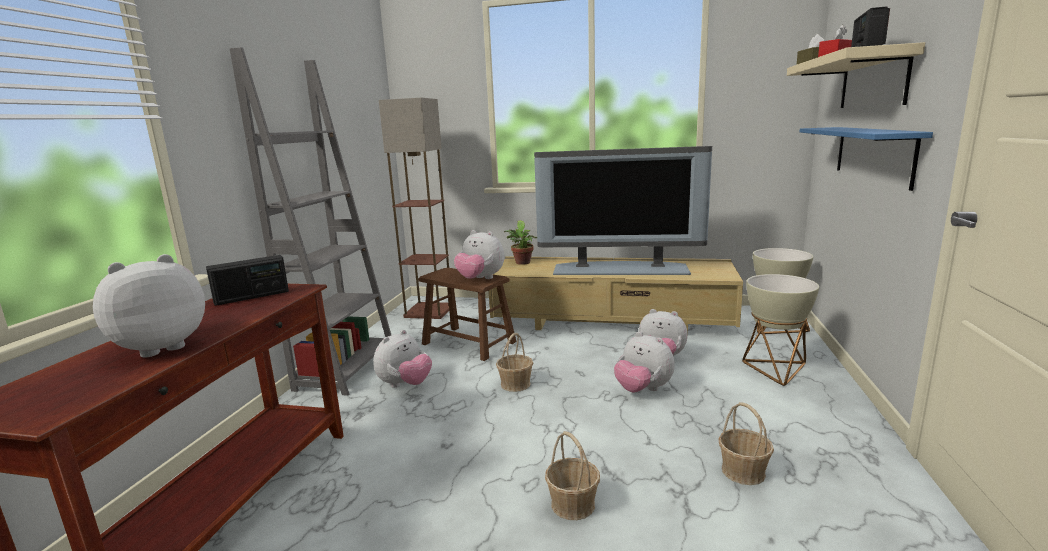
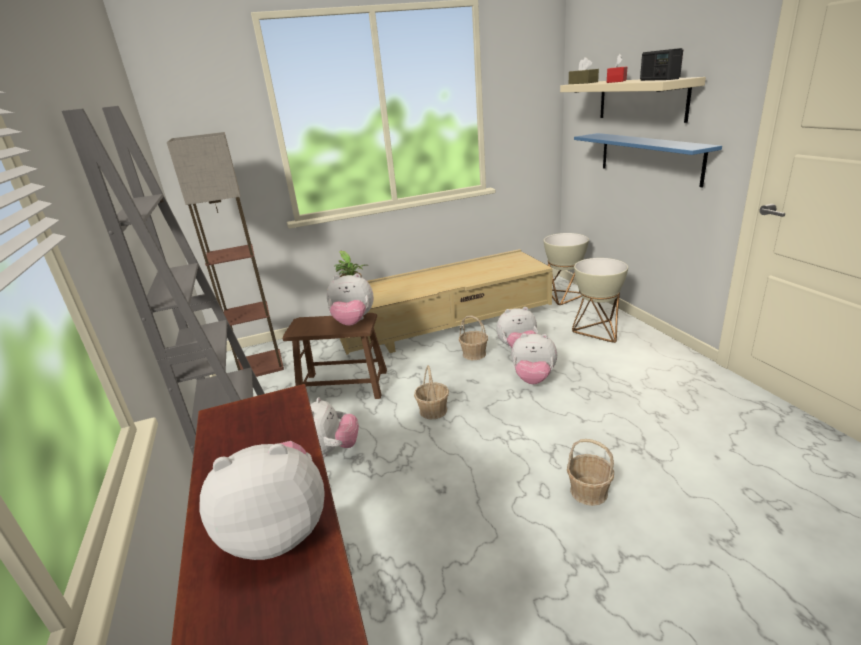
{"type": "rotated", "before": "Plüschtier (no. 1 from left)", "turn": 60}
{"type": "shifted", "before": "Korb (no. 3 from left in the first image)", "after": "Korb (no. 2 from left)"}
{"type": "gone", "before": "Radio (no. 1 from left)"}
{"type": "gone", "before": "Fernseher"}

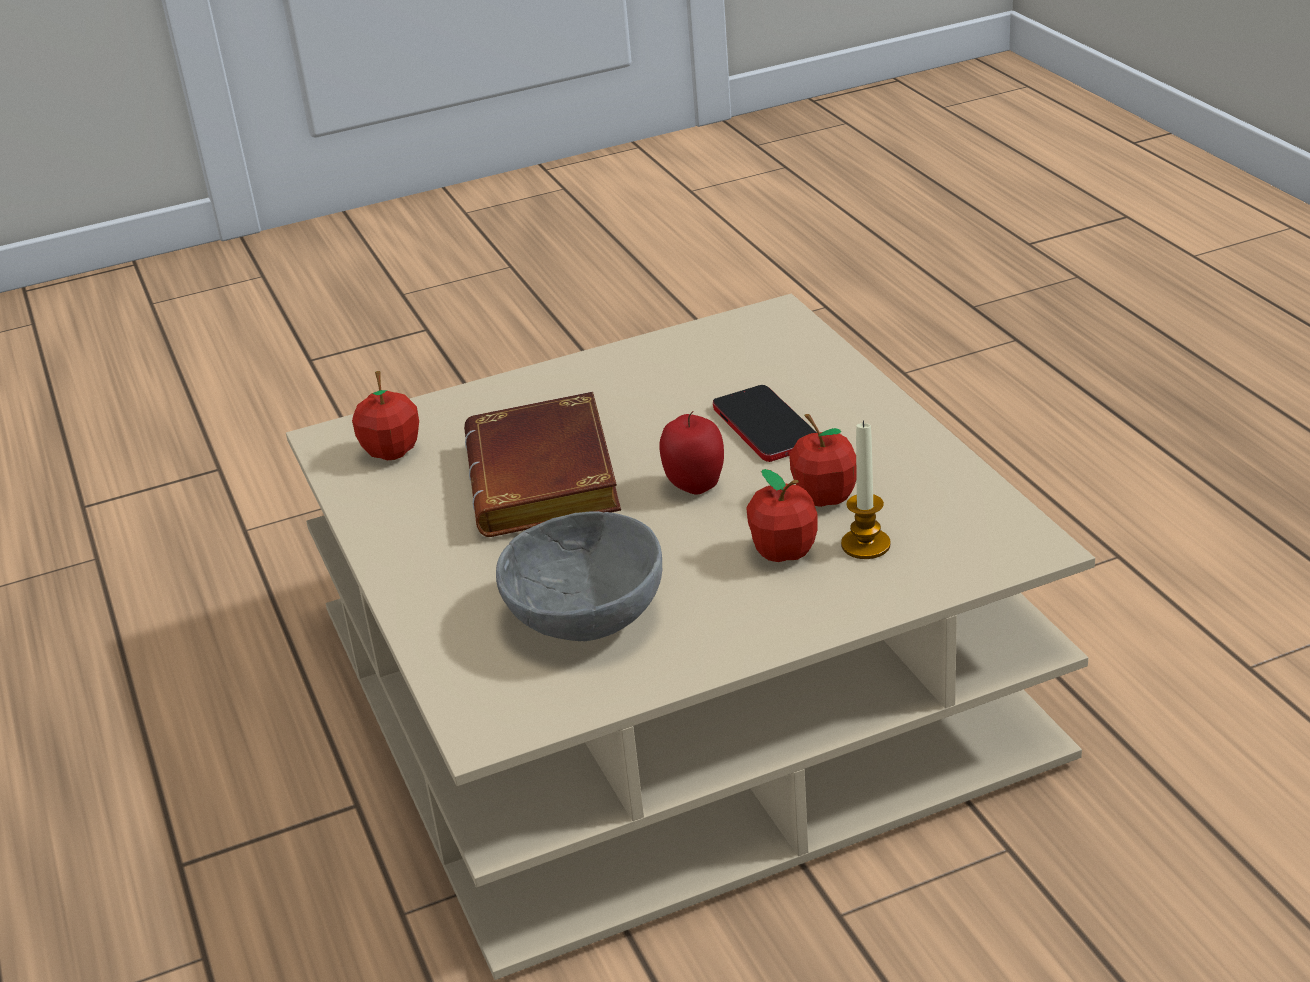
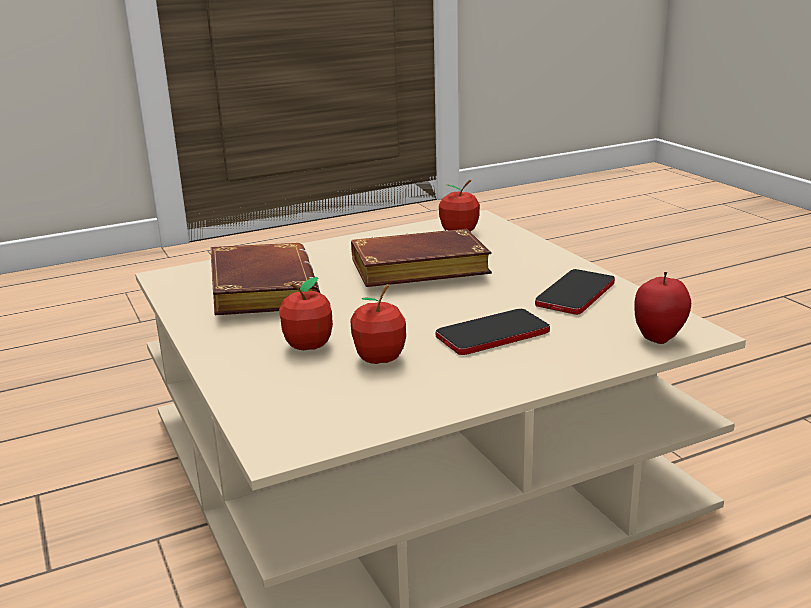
{"type": "swapped", "before": "Schüssel (grau)", "after": "Buch (braun) (no. 1 from left)"}
{"type": "new", "after": "Handy (no. 2 from left)"}
{"type": "shifted", "before": "Apfel (no. 2 from left in the first image)", "after": "Apfel (no. 4 from left)"}
{"type": "gone", "before": "Kerze"}

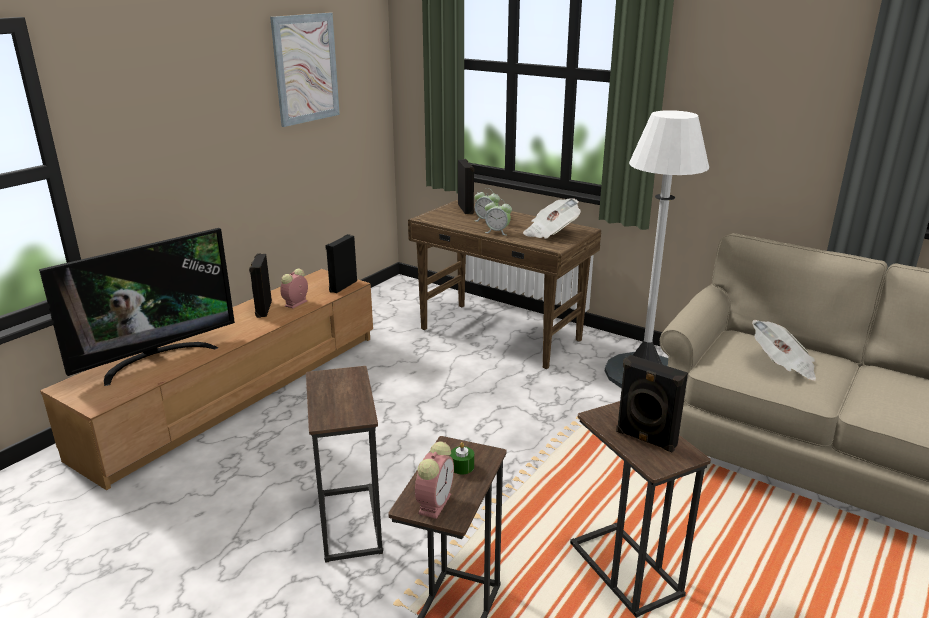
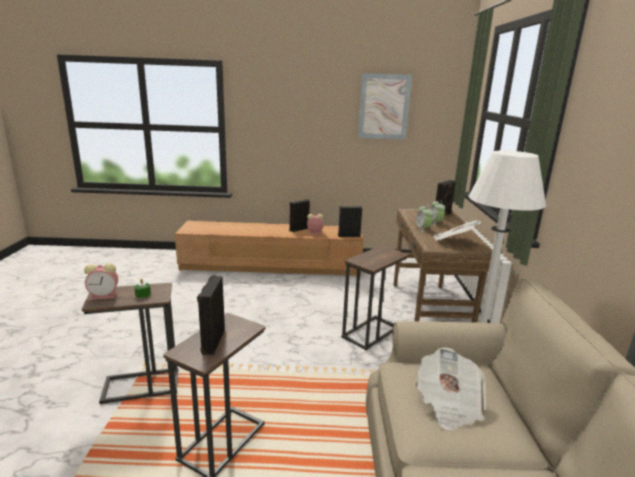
{"type": "shifted", "before": "Beistelltisch (braun) (no. 1 from left in the first image)", "after": "Beistelltisch (braun) (no. 3 from left)"}
{"type": "gone", "before": "Fernseher"}

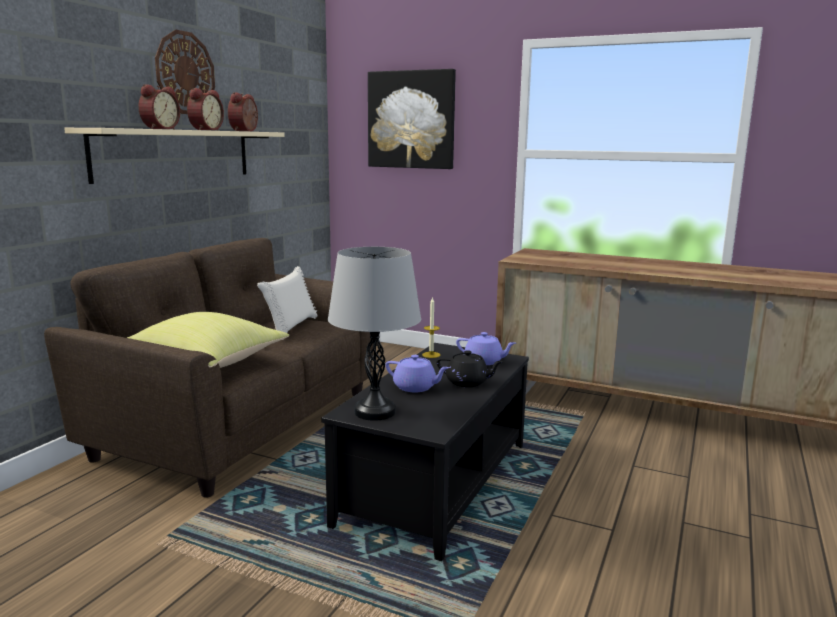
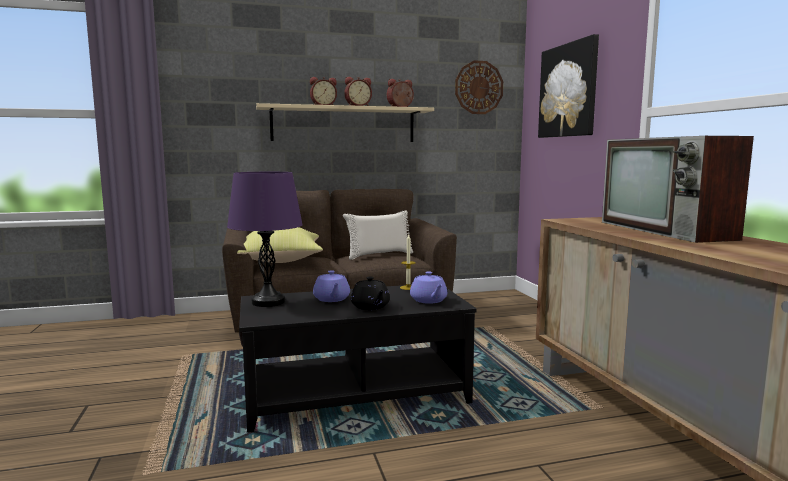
{"type": "repainted", "before": "Tischlampe (grau)", "after": "Tischlampe (lila)"}
{"type": "shifted", "before": "Wanduhr"}
{"type": "new", "after": "Fernseher"}

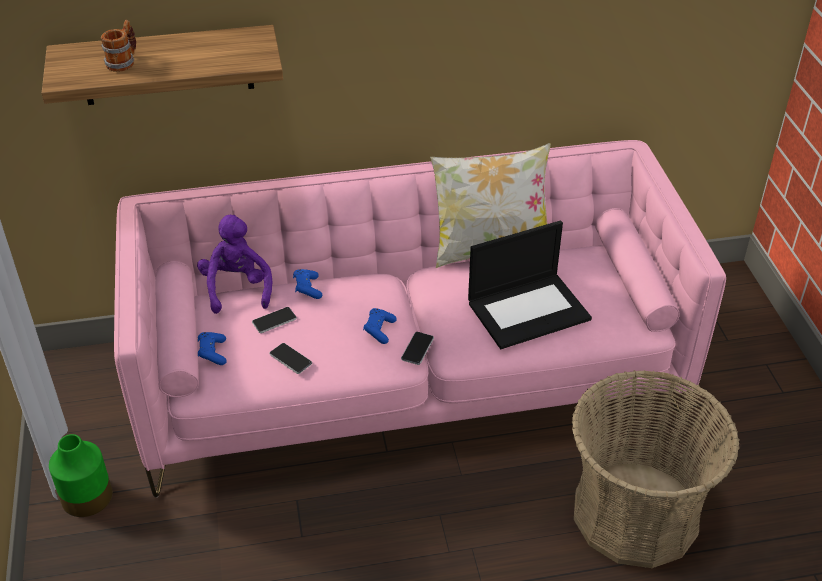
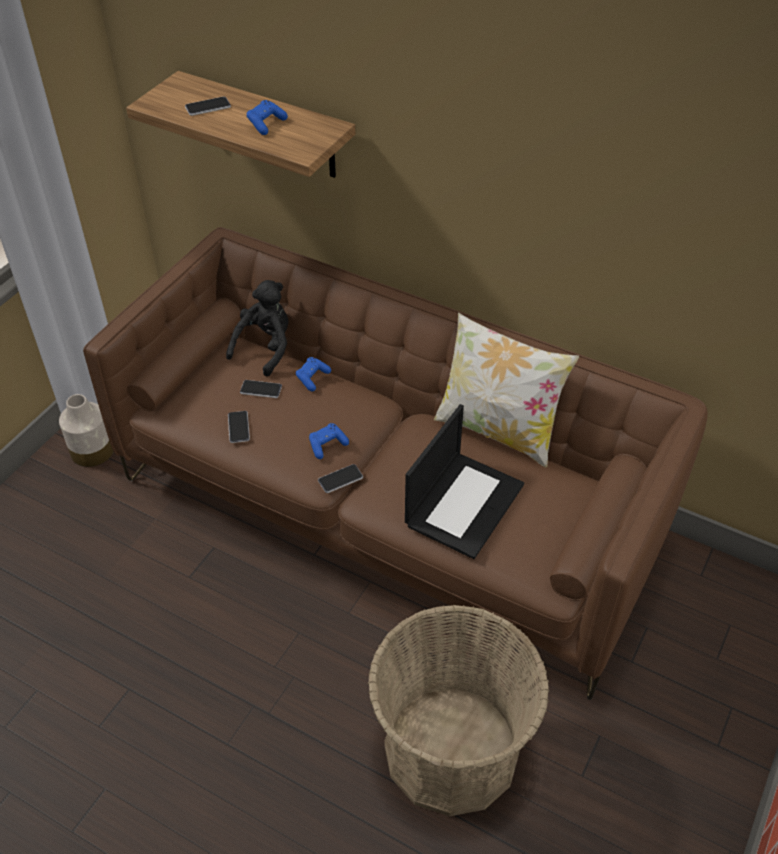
{"type": "repainted", "before": "Vase (grün)", "after": "Vase (beige)"}
{"type": "repainted", "before": "Sofa (rosa)", "after": "Sofa (braun)"}
{"type": "swapped", "before": "Henkelbecher", "after": "Handy (no. 1 from left)"}
{"type": "repainted", "before": "Plüschtier (lila)", "after": "Plüschtier (schwarz)"}
{"type": "shifted", "before": "Gamepad (blau) (no. 1 from left)"}
{"type": "rotated", "before": "Laptop", "turn": -75}

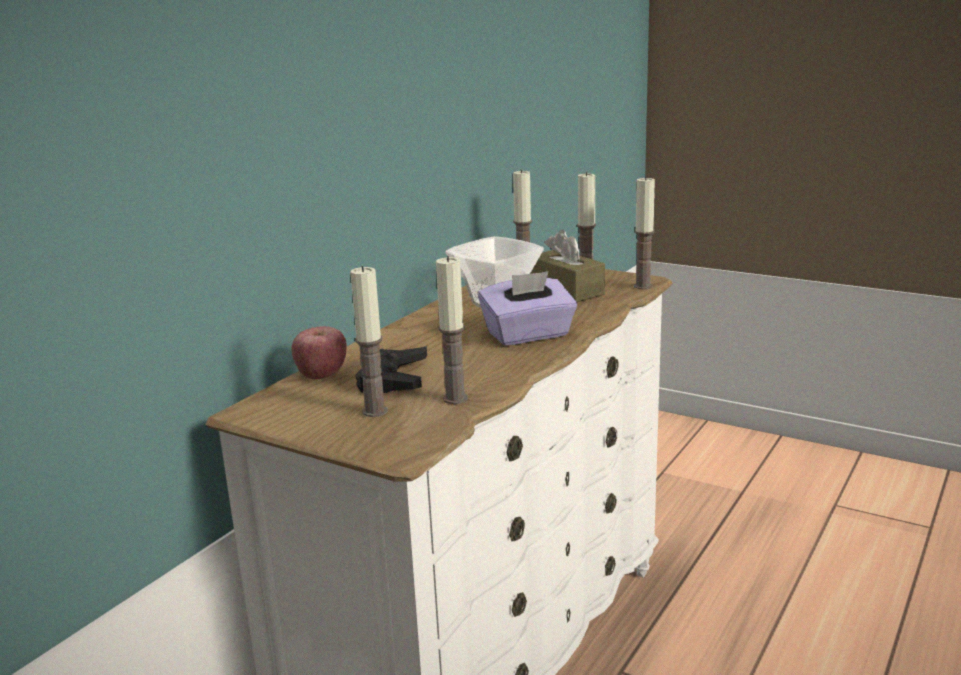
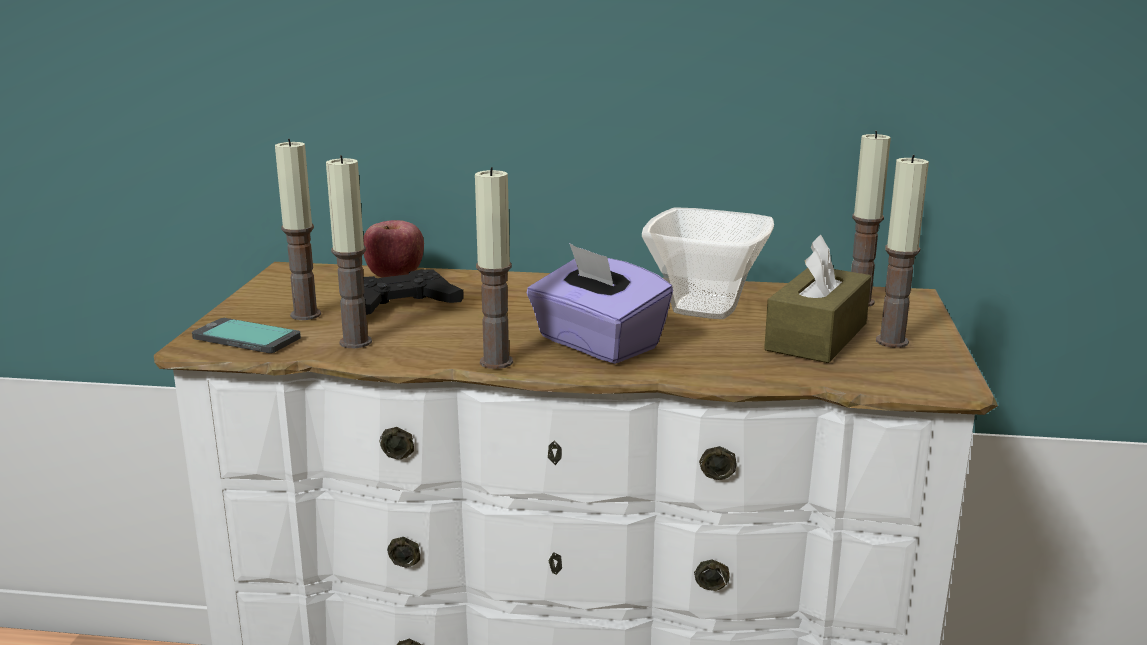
{"type": "new", "after": "Handy"}
{"type": "shifted", "before": "Kerze (no. 5 from left in the first image)", "after": "Kerze (no. 3 from left)"}

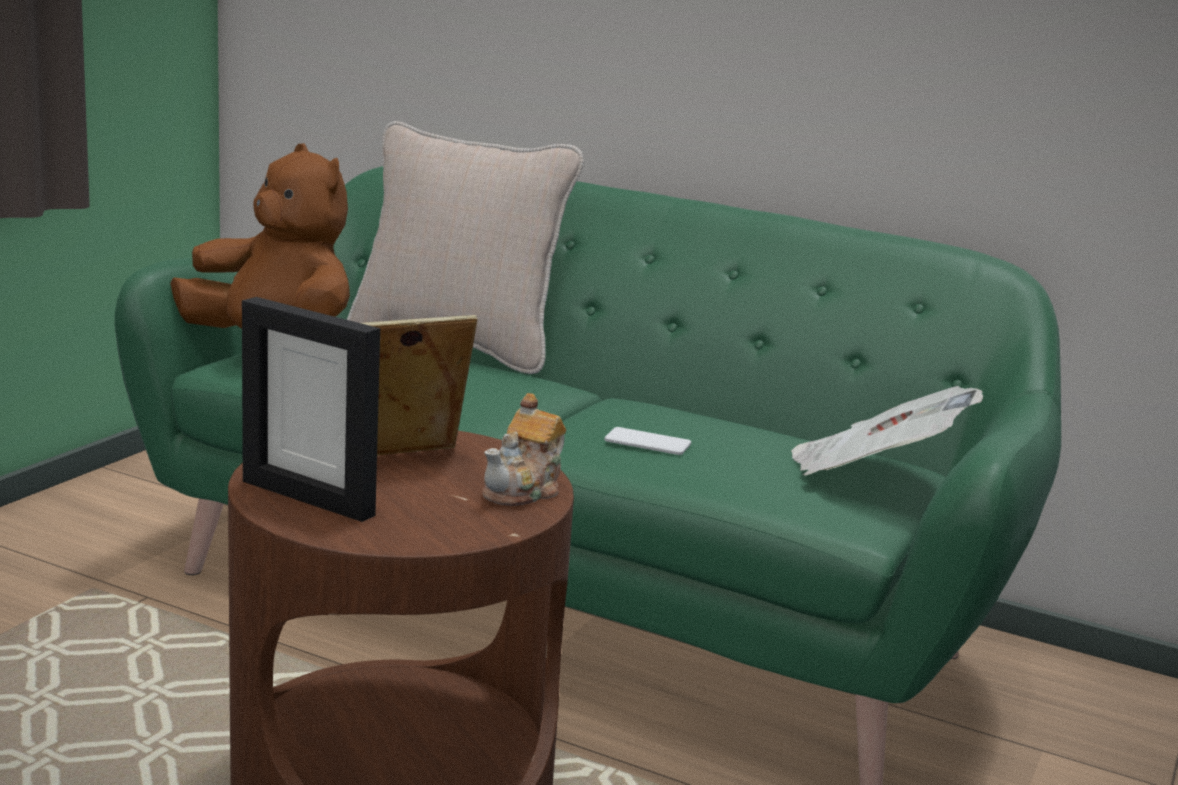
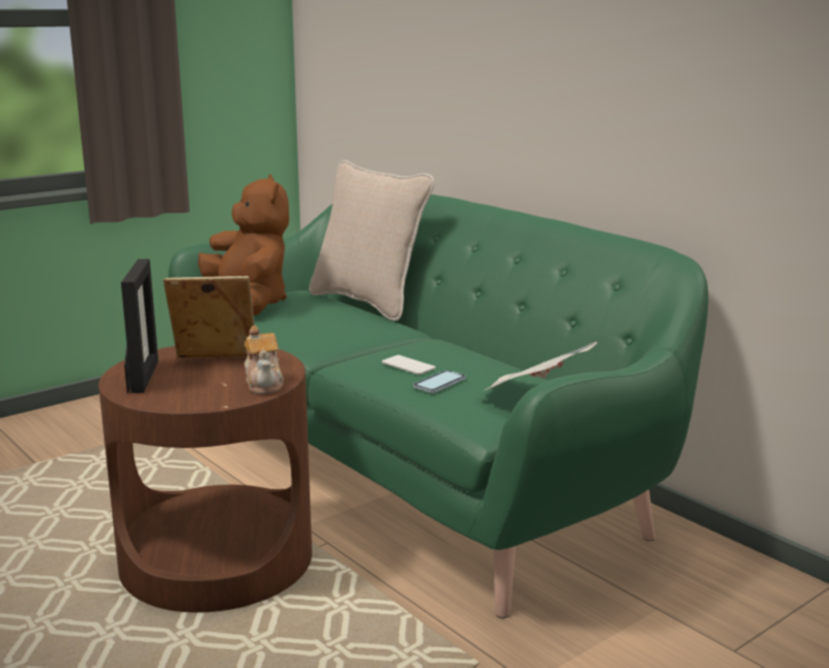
{"type": "rotated", "before": "Bilderrahmen (no. 1 from left)", "turn": -150}
{"type": "rotated", "before": "Teekanne", "turn": -75}
{"type": "new", "after": "Handy (no. 2 from left)"}

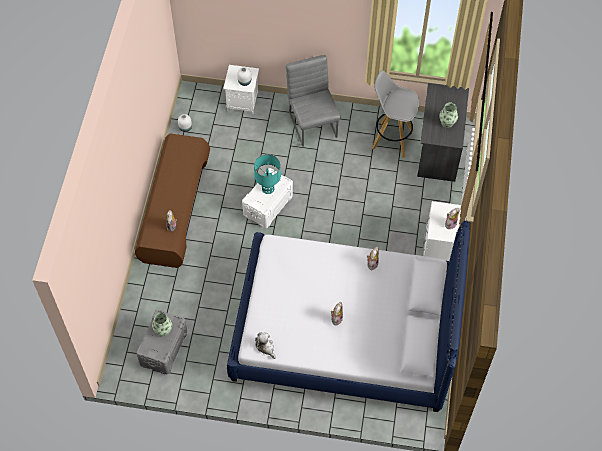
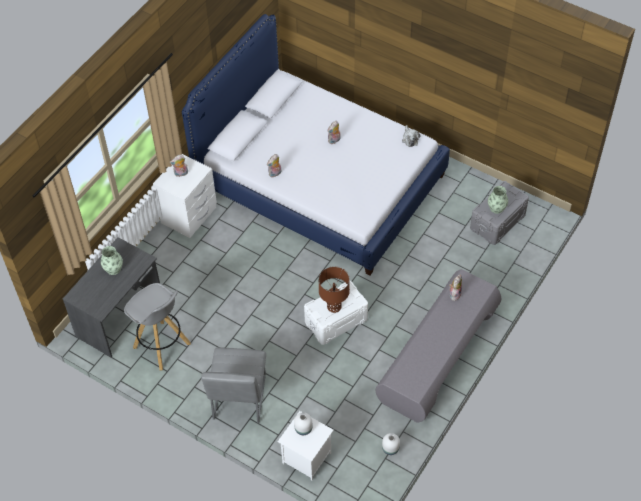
{"type": "repainted", "before": "Tischlampe (türkis)", "after": "Tischlampe (braun)"}
{"type": "repainted", "before": "Bank (braun)", "after": "Bank (grau)"}

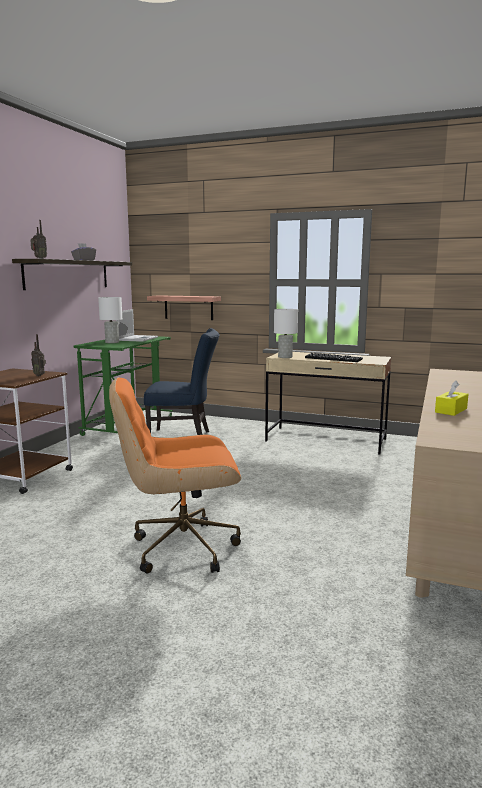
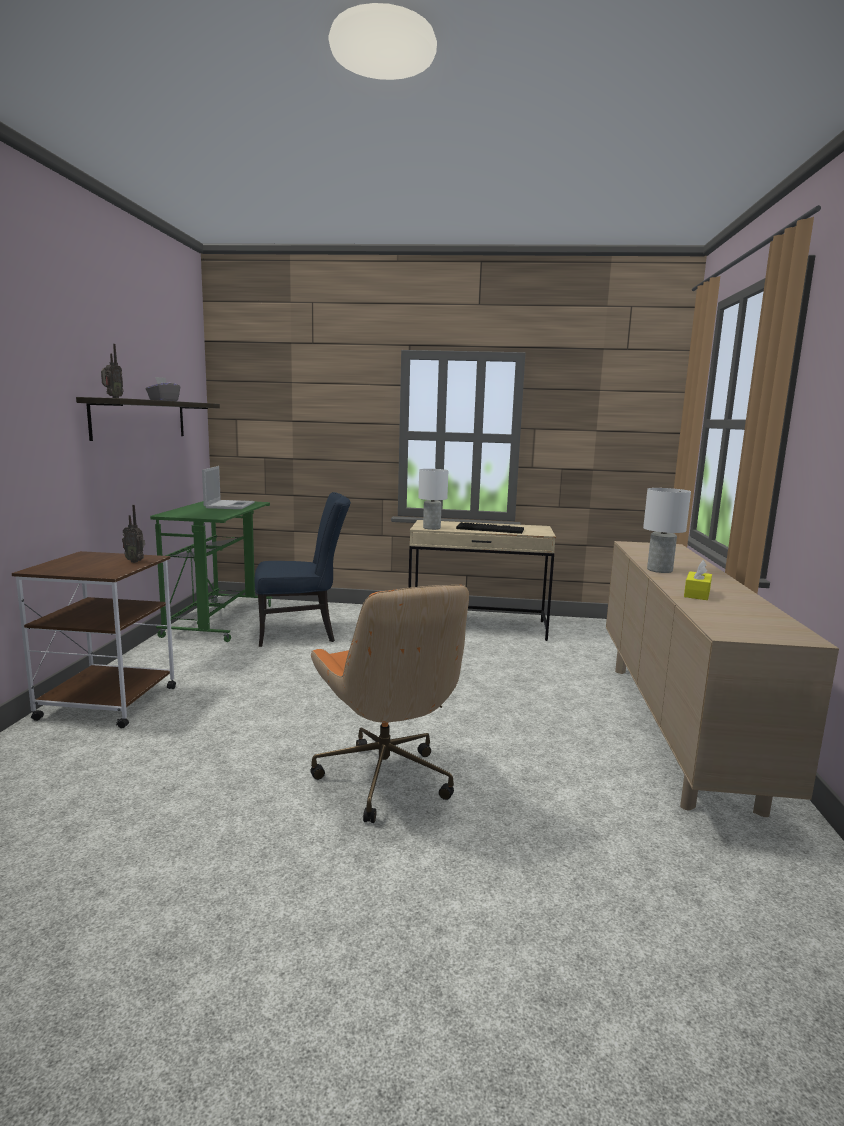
{"type": "rotated", "before": "Bürostuhl (orange)", "turn": -90}
{"type": "shifted", "before": "Tischlampe (weiß) (no. 1 from left in the first image)", "after": "Tischlampe (weiß) (no. 2 from left)"}
{"type": "gone", "before": "Wandregal (no. 2 from left)"}

